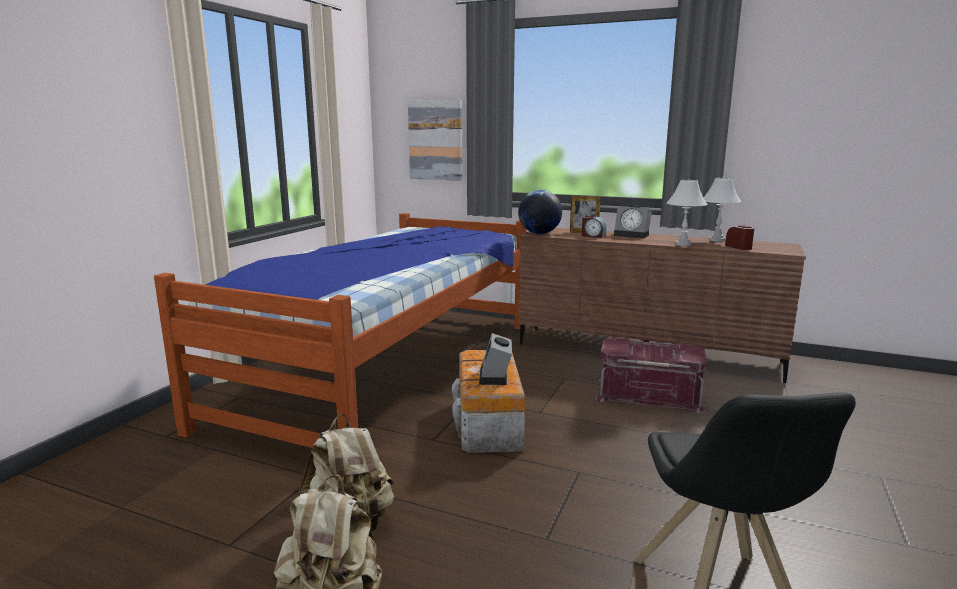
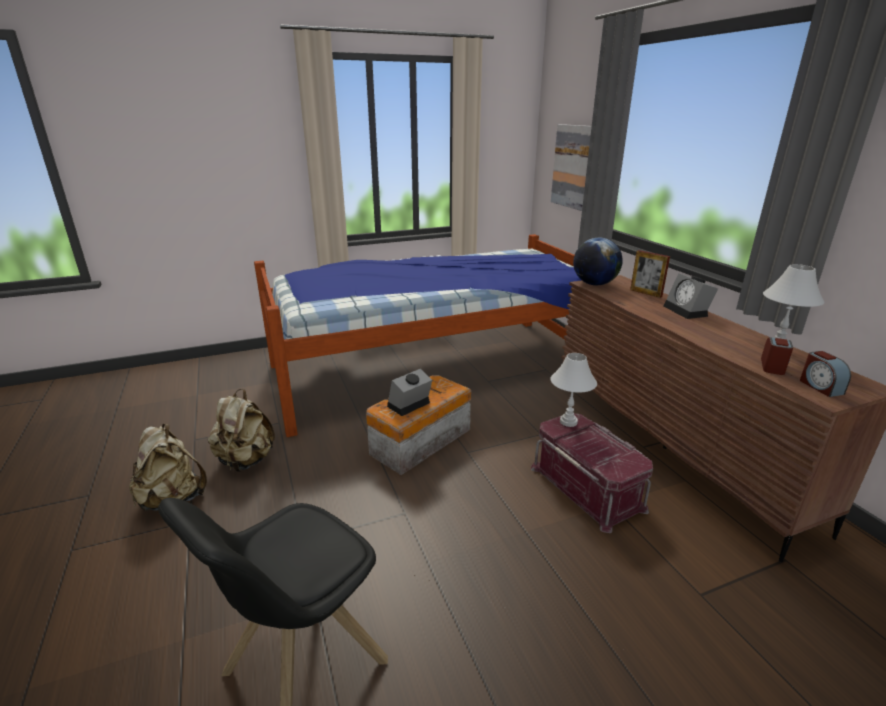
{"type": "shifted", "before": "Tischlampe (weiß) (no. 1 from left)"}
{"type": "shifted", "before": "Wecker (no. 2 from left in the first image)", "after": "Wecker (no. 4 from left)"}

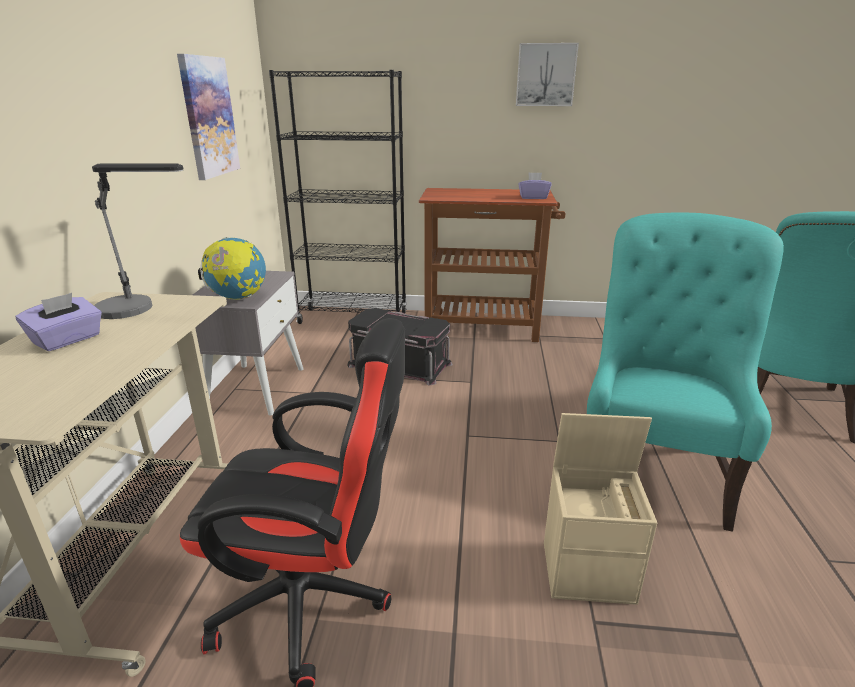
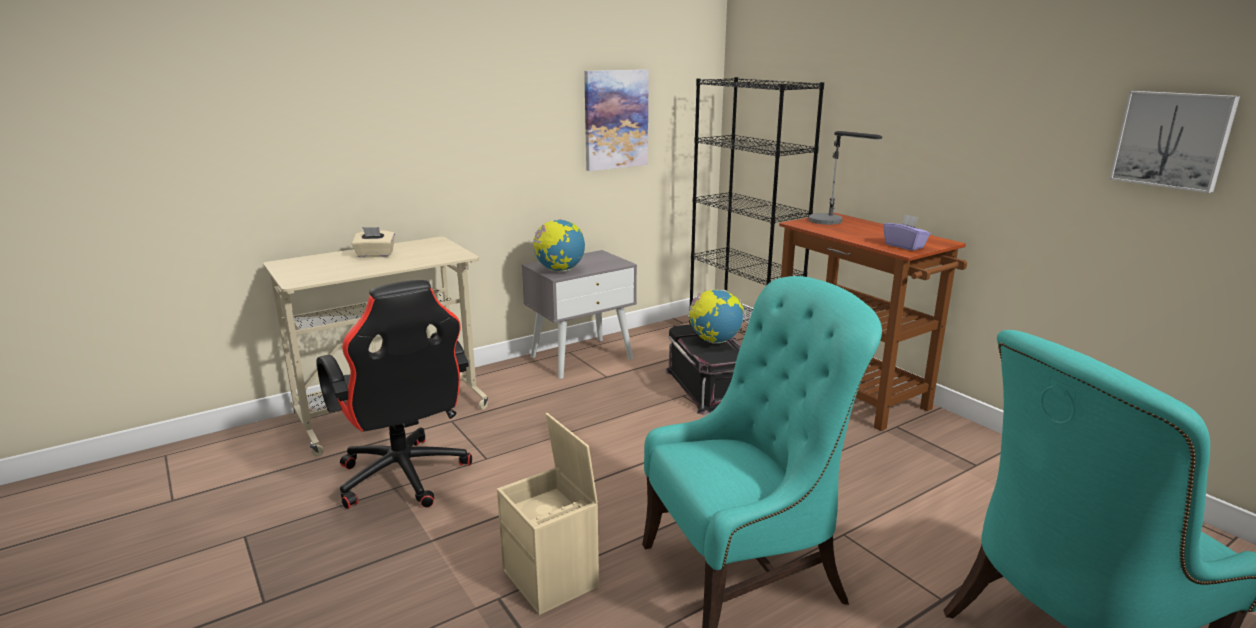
{"type": "repainted", "before": "Taschentuchbox (lila) (no. 1 from left)", "after": "Taschentuchbox (beige)"}
{"type": "new", "after": "Globus (no. 2 from left)"}
{"type": "shifted", "before": "Tischlampe"}
{"type": "shifted", "before": "Bild (no. 2 from left)"}

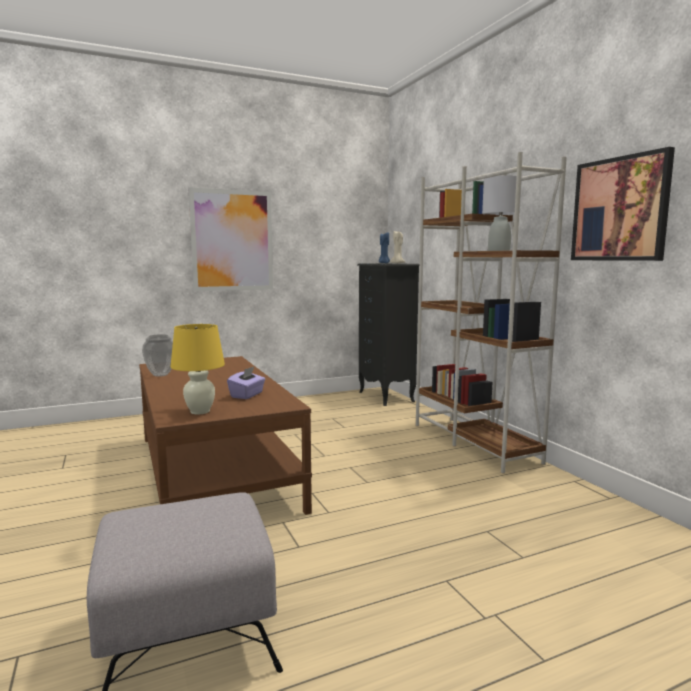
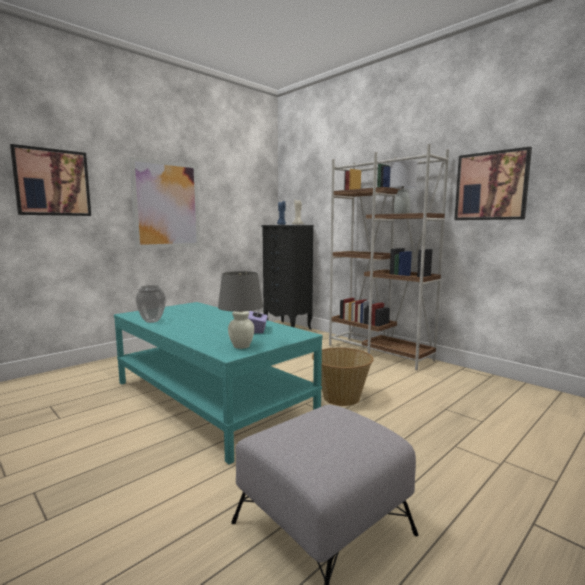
{"type": "new", "after": "Bild (no. 1 from left)"}
{"type": "repainted", "before": "Couchtisch (braun)", "after": "Couchtisch (türkis)"}
{"type": "repainted", "before": "Tischlampe (gelb)", "after": "Tischlampe (grau) (no. 1 from left)"}
{"type": "new", "after": "Korb"}

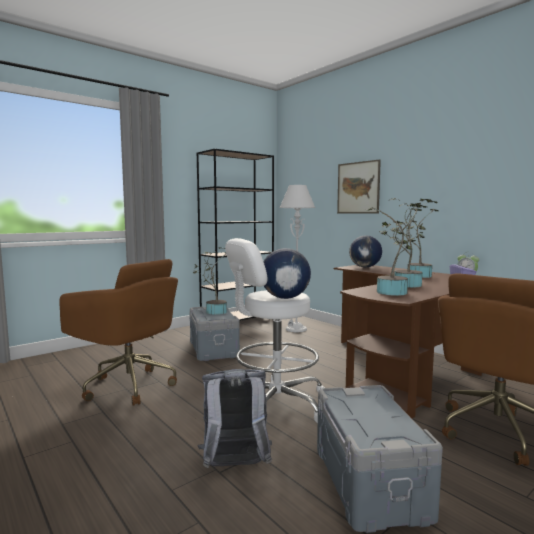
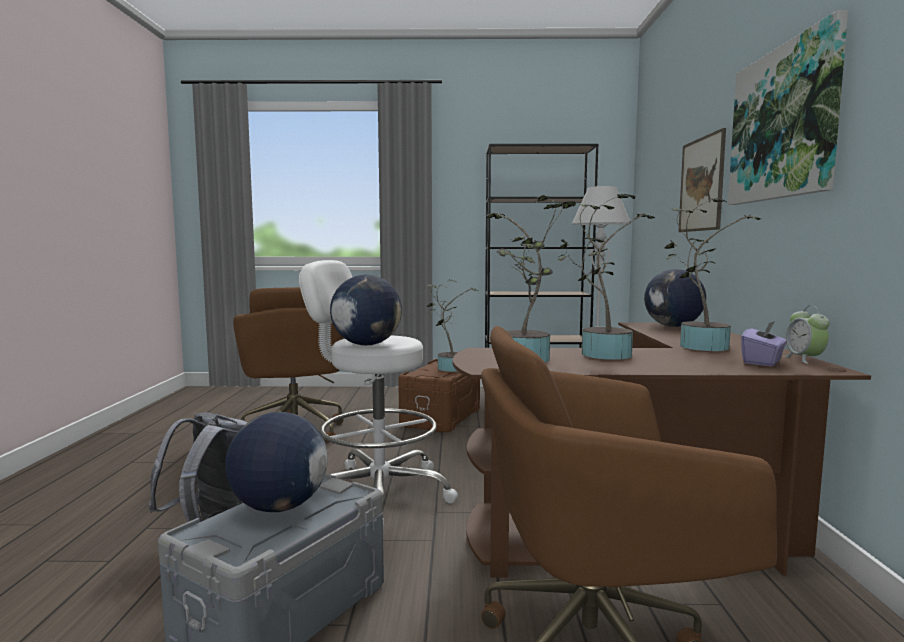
{"type": "new", "after": "Globus (no. 1 from left)"}
{"type": "repainted", "before": "Aufbewahrungsbox (grau) (no. 1 from left)", "after": "Aufbewahrungsbox (braun)"}
{"type": "new", "after": "Bild (no. 2 from left)"}

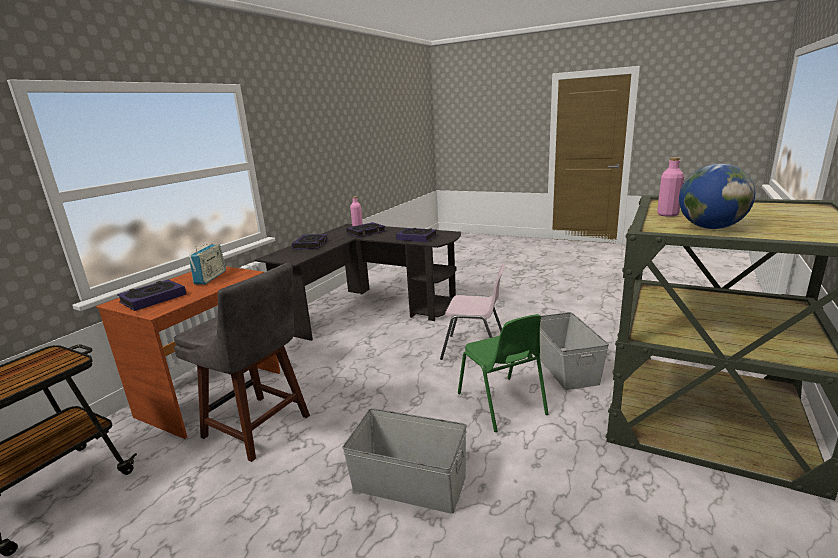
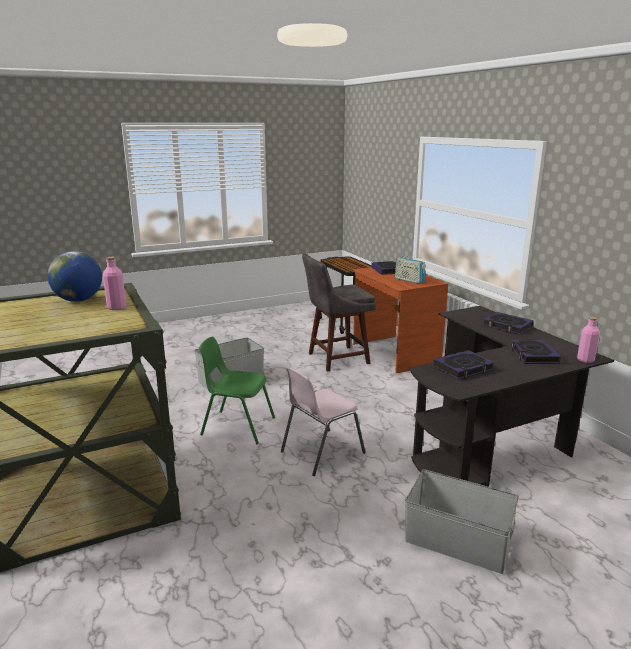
{"type": "shifted", "before": "Aufbewahrungsbox (grau) (no. 2 from left)"}

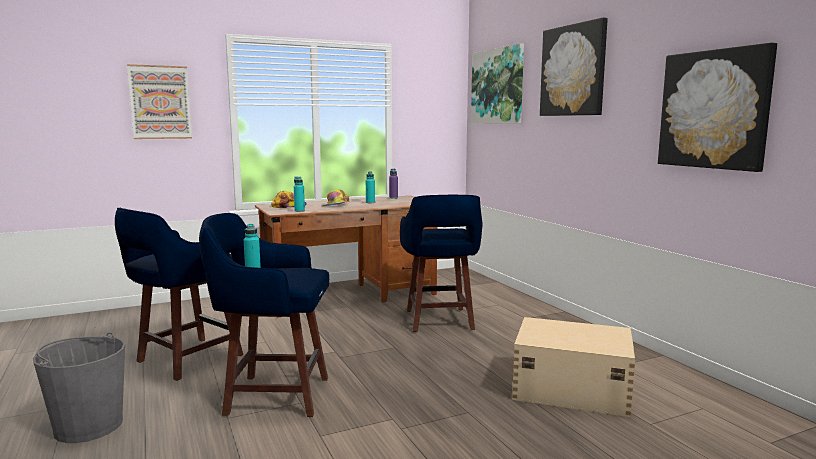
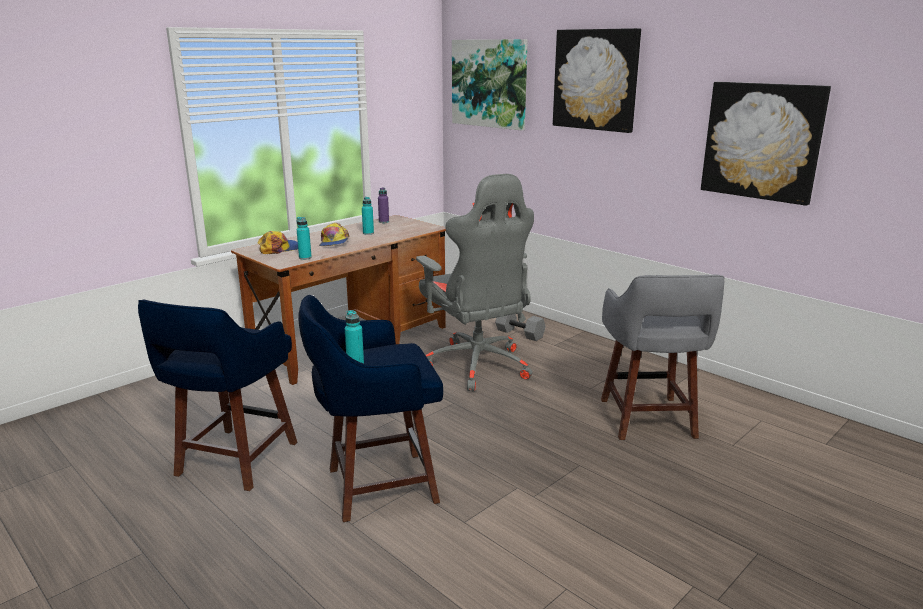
{"type": "swapped", "before": "Hocker (blau) (no. 3 from left)", "after": "Bürostuhl (grau)"}
{"type": "new", "after": "Hantel (grau)"}
{"type": "swapped", "before": "Aufbewahrungsbox (beige)", "after": "Hocker (grau)"}
{"type": "gone", "before": "Eimer (grau)"}
{"type": "gone", "before": "Bild (no. 1 from left)"}

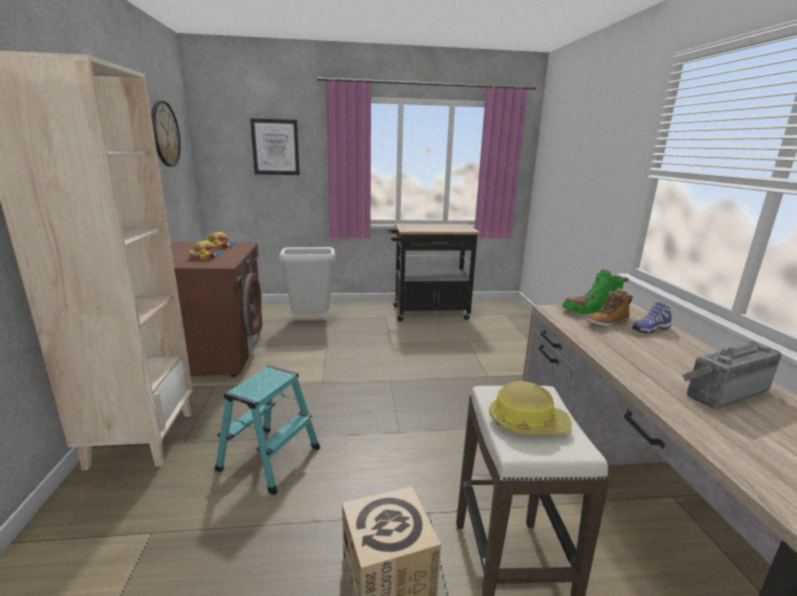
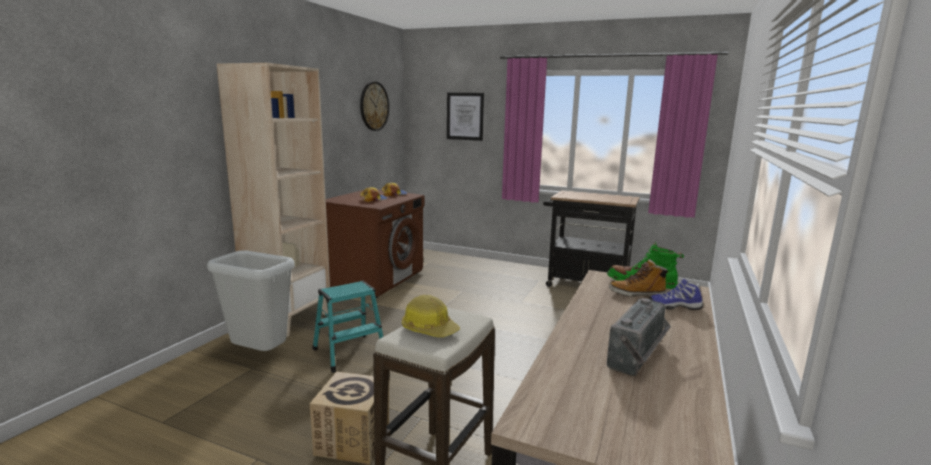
{"type": "shifted", "before": "Mülleimer (grau)"}
{"type": "rotated", "before": "Radio", "turn": 120}

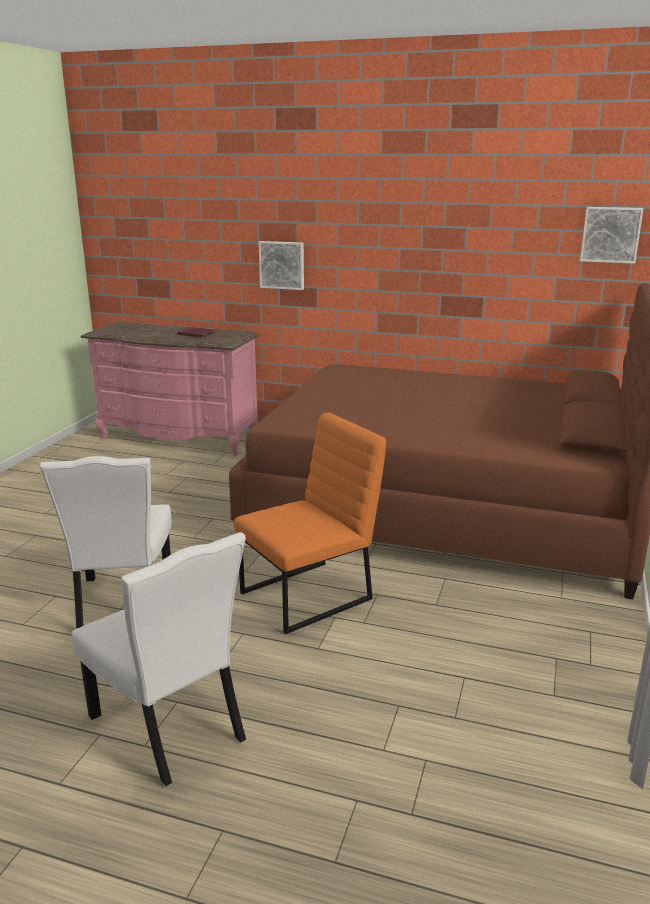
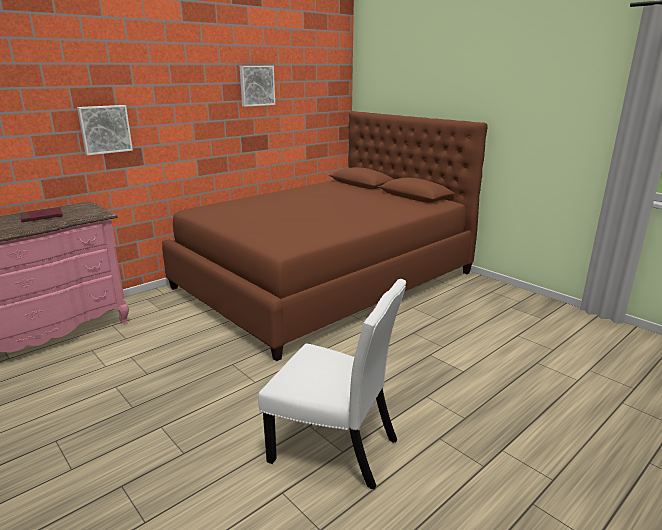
{"type": "shifted", "before": "Bild (no. 2 from left)"}
{"type": "gone", "before": "Stuhl (weiß) (no. 2 from left)"}
{"type": "gone", "before": "Stuhl (orange)"}

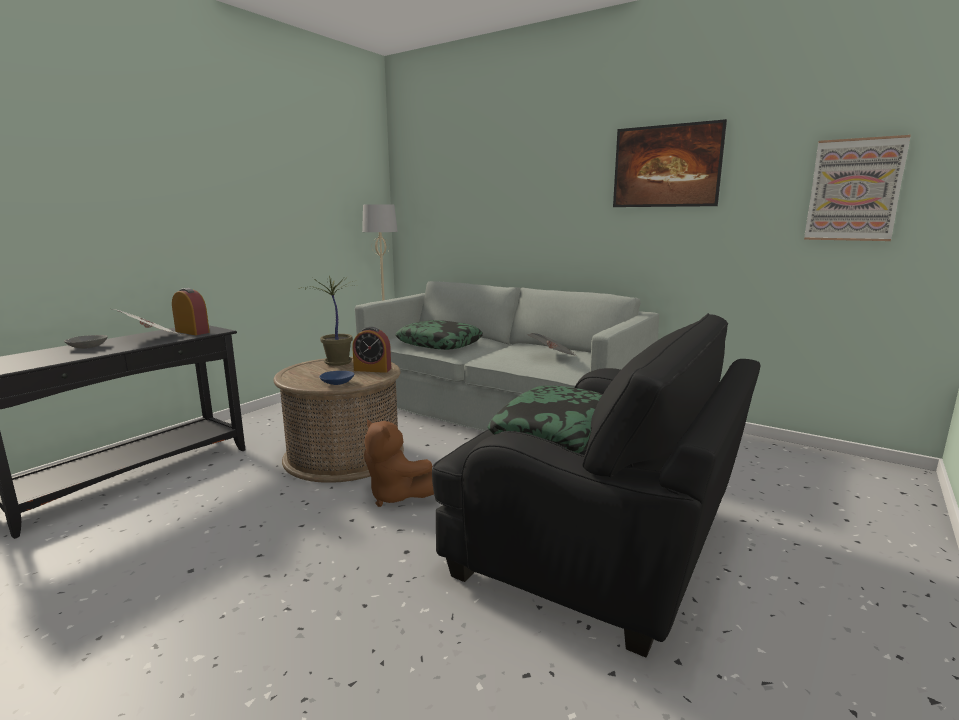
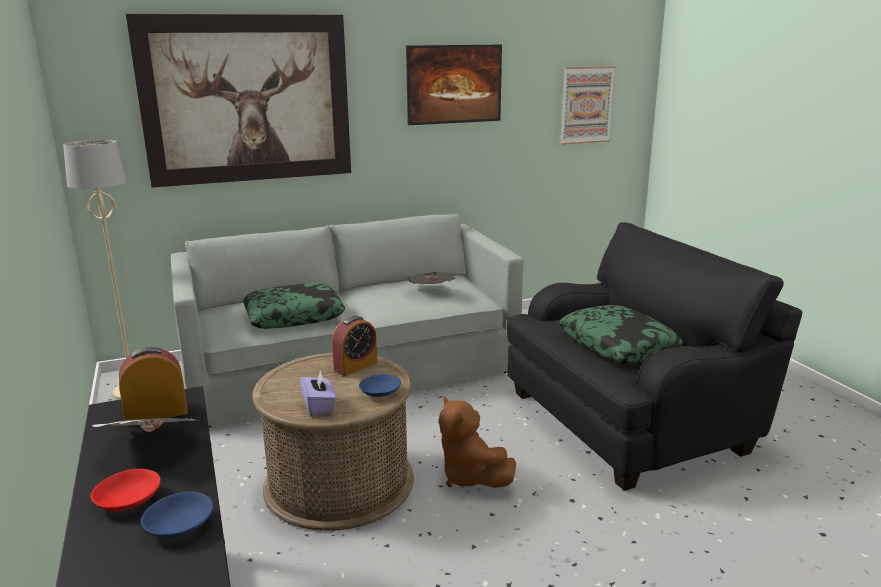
{"type": "repainted", "before": "Schüssel (grau)", "after": "Schüssel (rot)"}
{"type": "new", "after": "Bild (no. 1 from left)"}
{"type": "new", "after": "Schüssel (blau) (no. 1 from left)"}
{"type": "new", "after": "Taschentuchbox (lila)"}
{"type": "rotated", "before": "Plüschtier (braun)", "turn": 75}
{"type": "gone", "before": "Topfpflanze"}

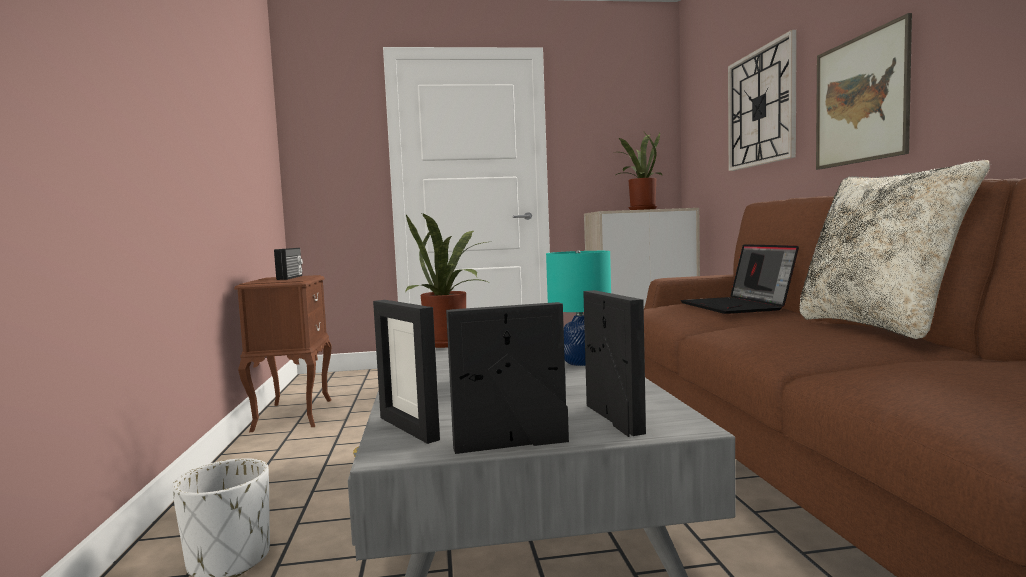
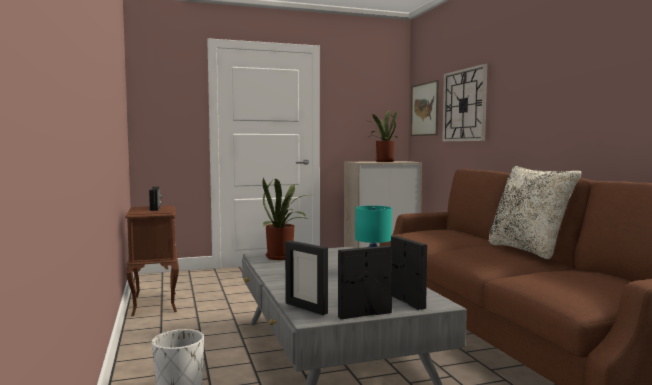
{"type": "shifted", "before": "Bild"}
{"type": "gone", "before": "Laptop"}

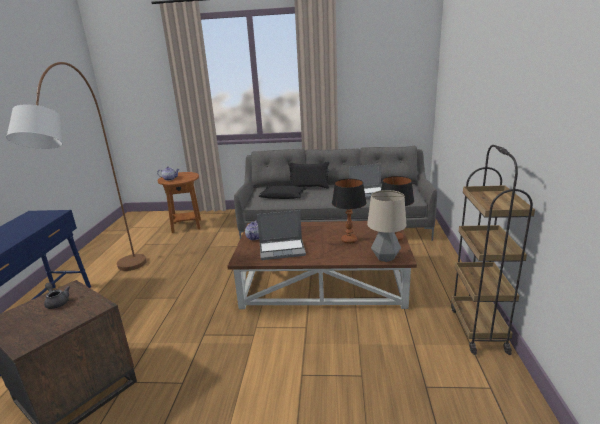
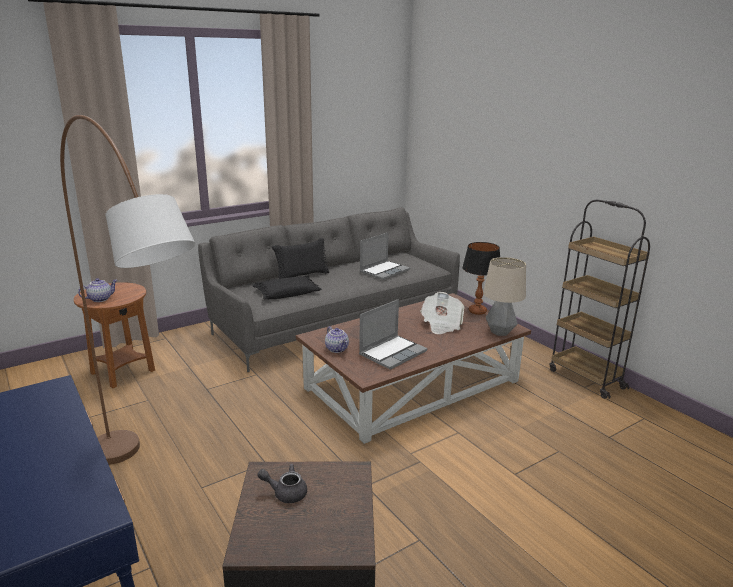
{"type": "swapped", "before": "Tischlampe (no. 1 from left)", "after": "Zeitung"}

